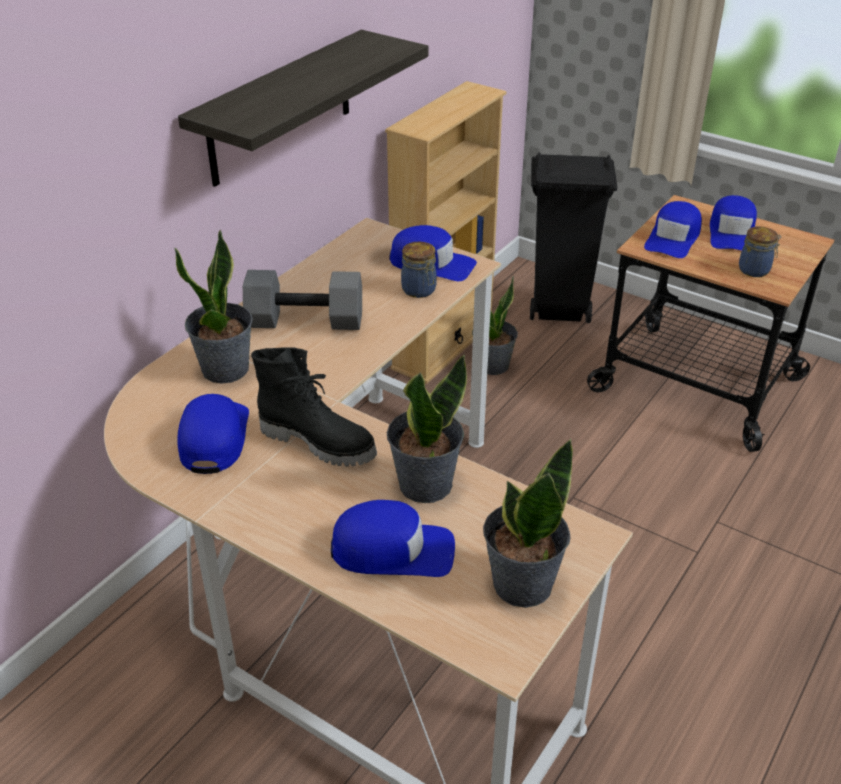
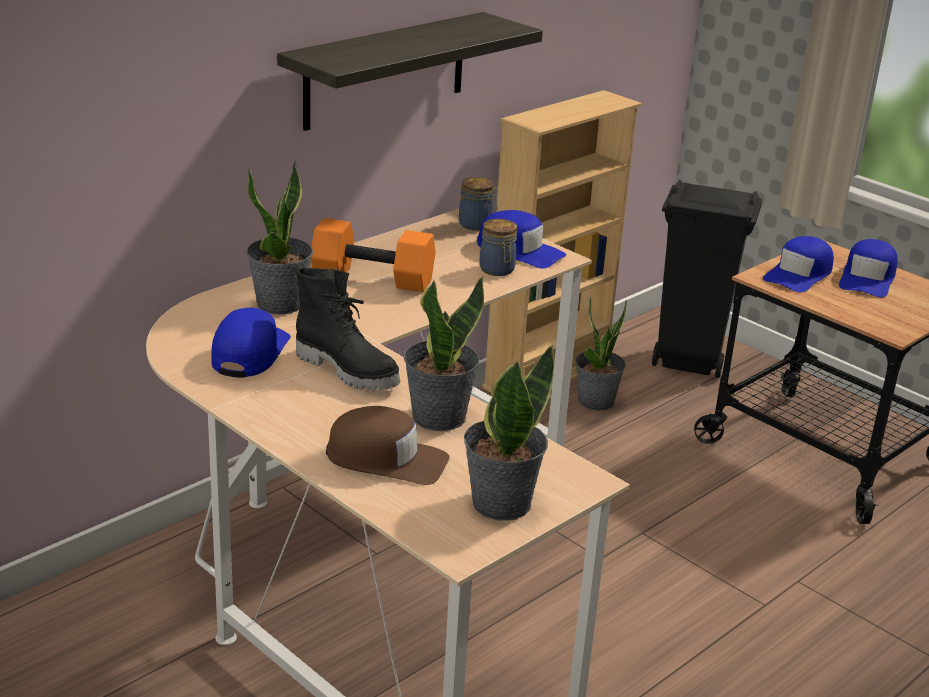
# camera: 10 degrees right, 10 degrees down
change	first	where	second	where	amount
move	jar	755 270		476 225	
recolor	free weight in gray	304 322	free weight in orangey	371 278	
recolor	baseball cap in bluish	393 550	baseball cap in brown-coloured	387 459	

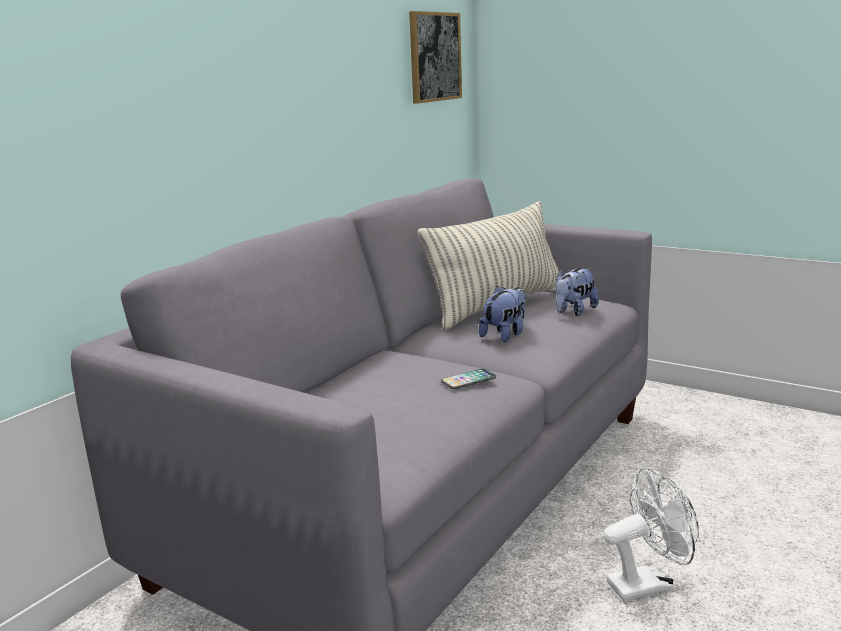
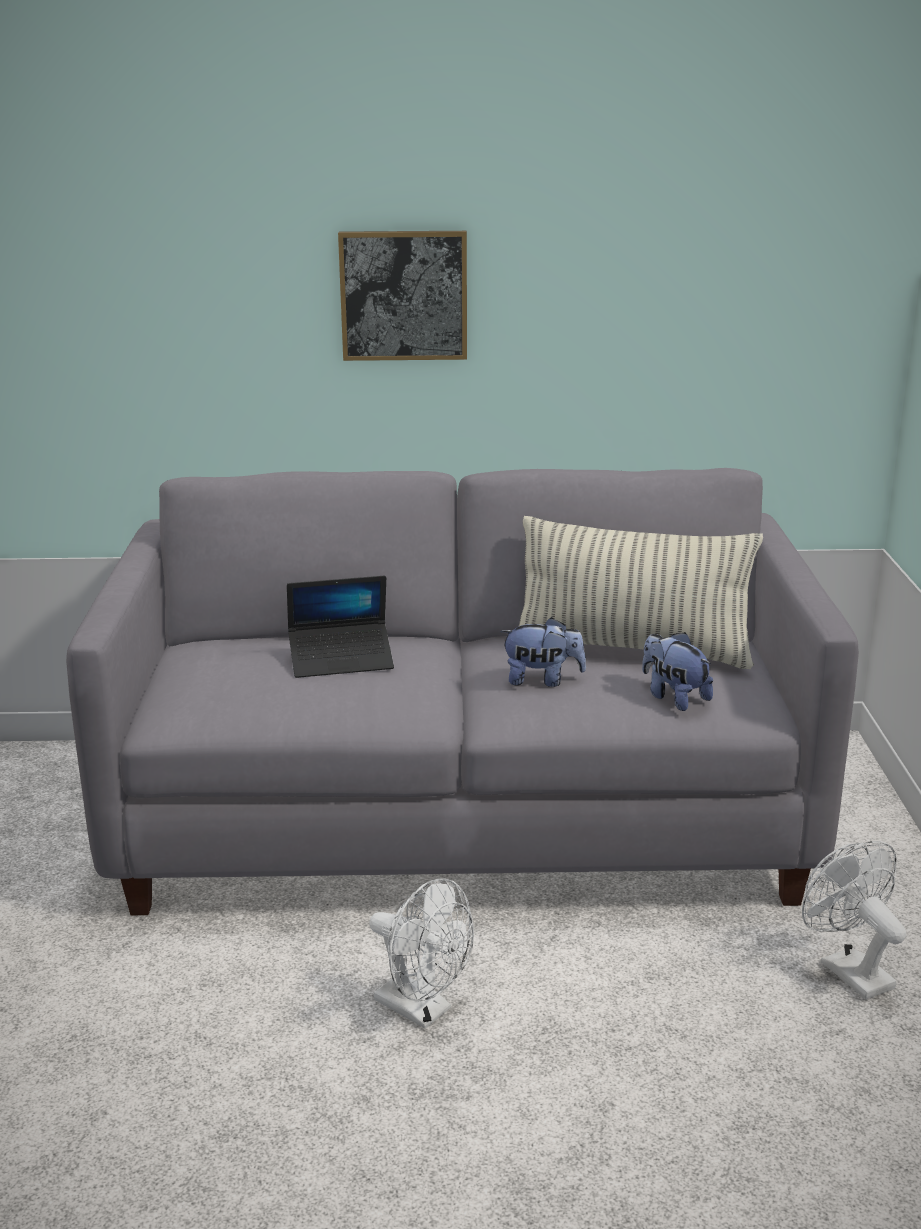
# camera: 55 degrees right, 5 degrees up
change	first	where	second	where	amount
move	picture	434 57		404 295	
rotate	cuddly toy	574 311		673 697	45 degrees clockwise
delete	phone	468 380			
insert			portable computer	341 660	
insert			electric fan in white	848 969	

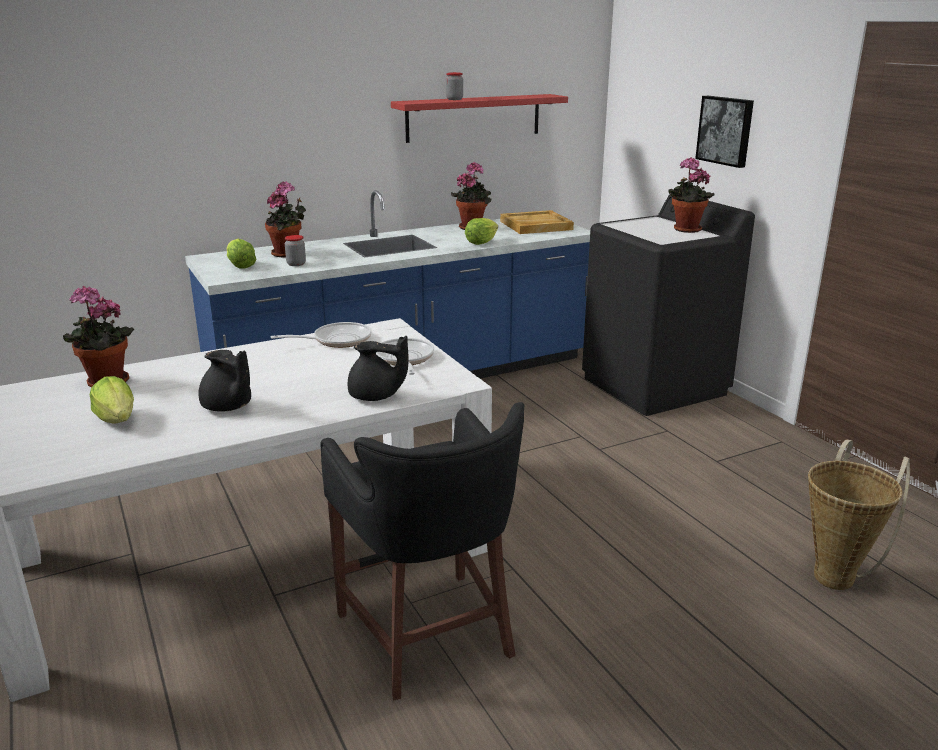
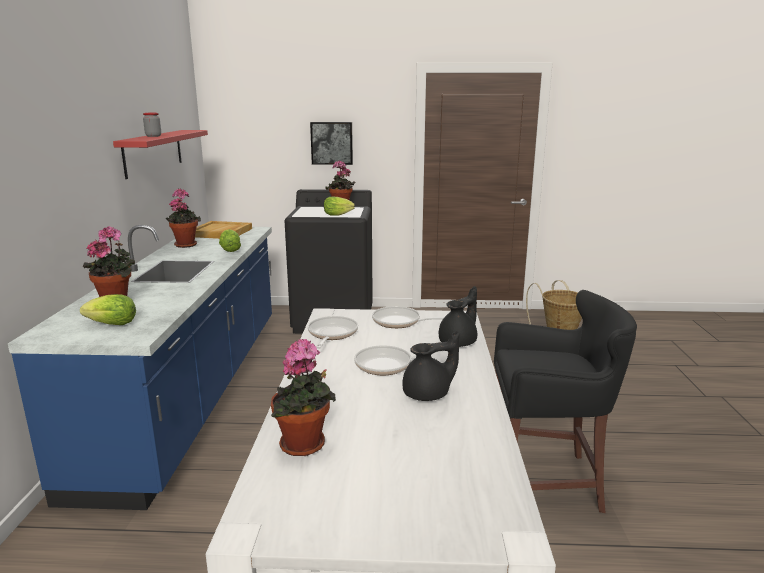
# camera: 60 degrees left, 5 degrees down
change	first	where	second	where	amount
delete	jar	296 264			
move	lettuce	117 419		337 215	
insert			skillet	389 365	

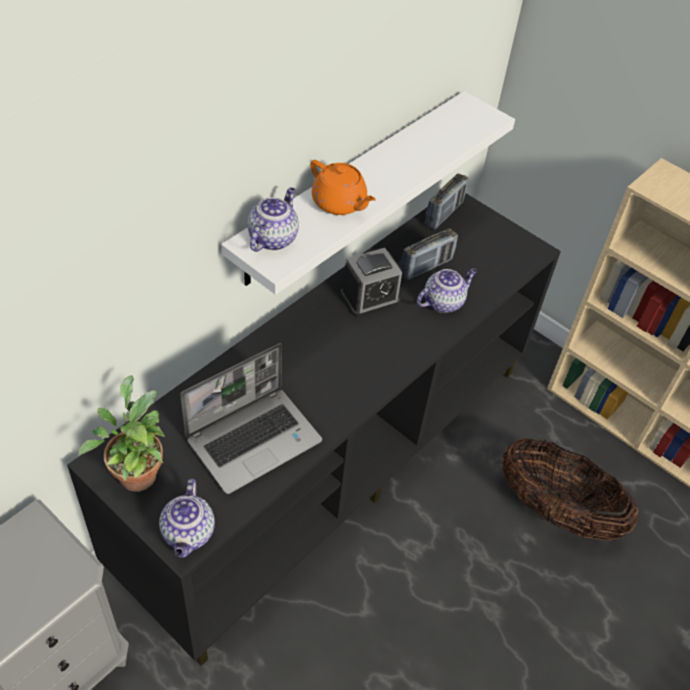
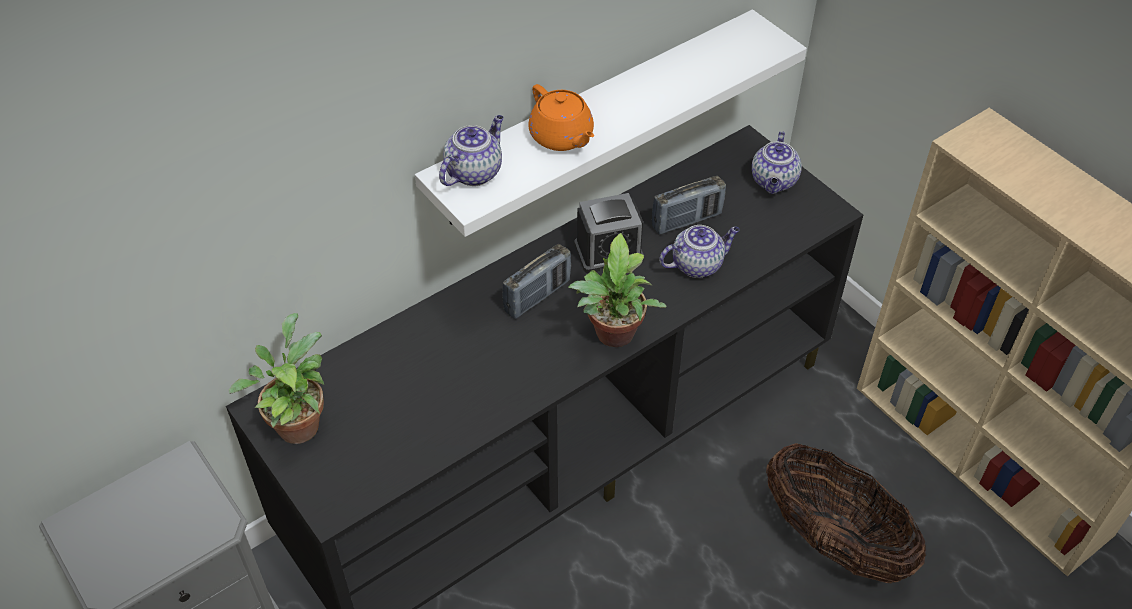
# camera: 15 degrees right, 0 degrees up
change	first	where	second	where	amount
move	radio	444 214		537 296	
delete	portable computer	254 439			
move	pot for tea	189 534		774 182	
insert			plant in a pot	614 337	

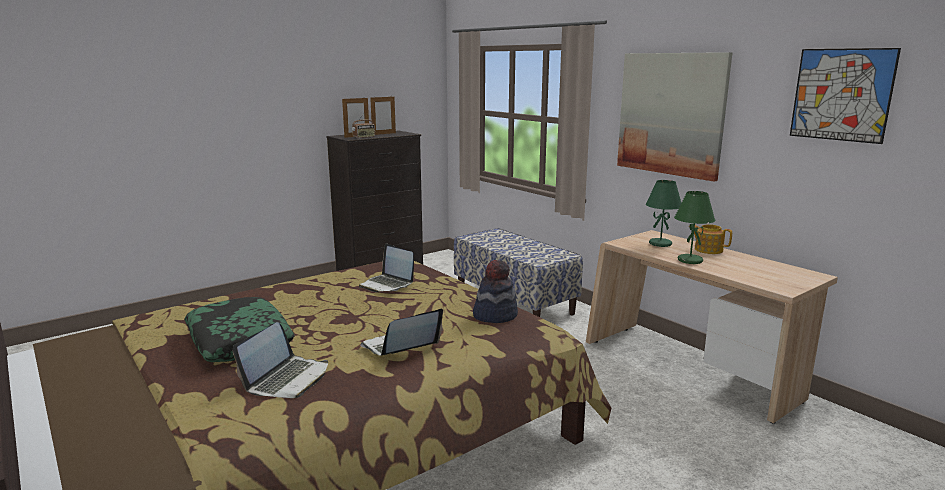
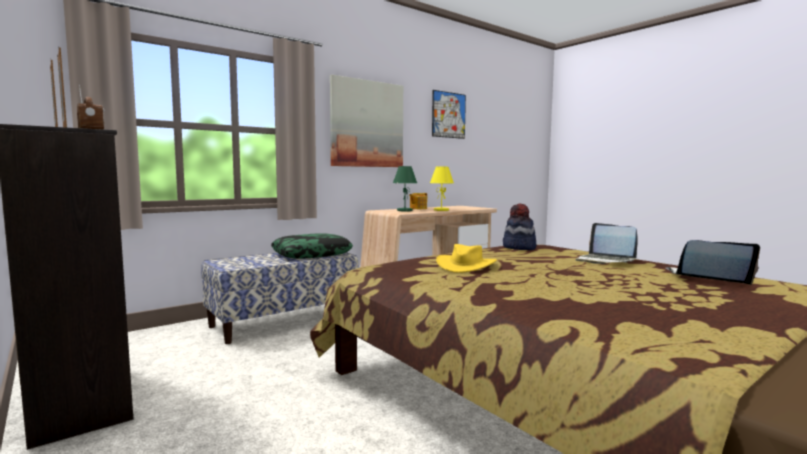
# camera: 90 degrees left, 10 degrees down
change	first	where	second	where	amount
recolor	tabletop lamp in green-coloured	689 260	tabletop lamp in yellowish	441 210	
replace	portable computer	387 285	wearable hat in yellowish	465 265	
move	cushion	238 340		312 254	

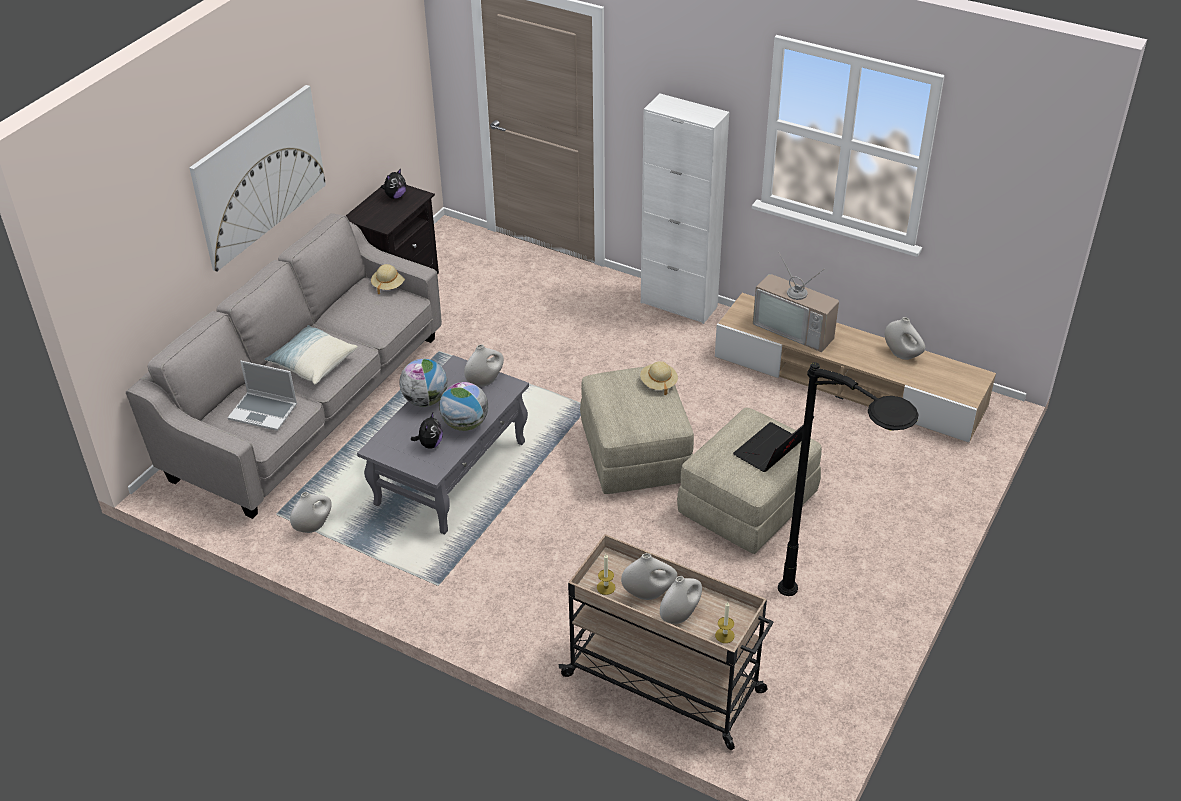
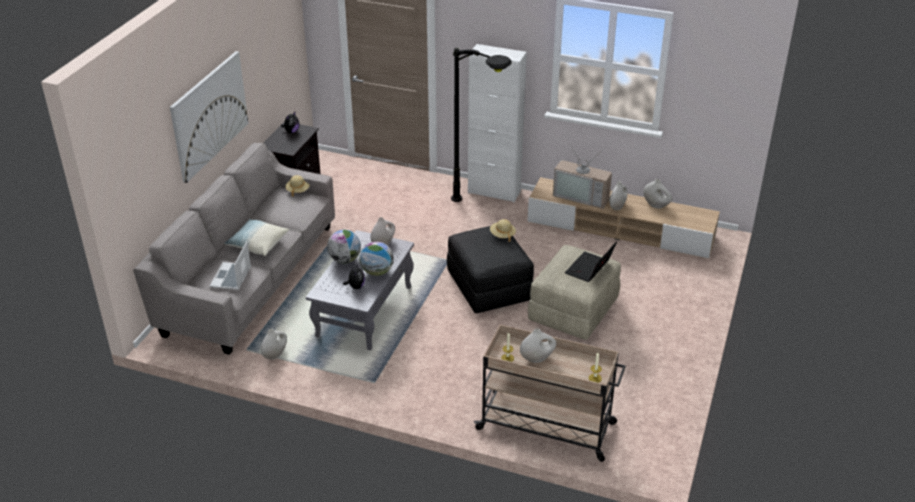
# camera: 10 degrees left, 5 degrees down
change	first	where	second	where	amount
rotate	portable computer	264 412		231 278	90 degrees clockwise
move	standard lamp in black-coloured	833 627		483 212	
recolor	footrest in beige-coloured	636 454	footrest in black-coloured	490 287	
move	decorative vase in white	680 615		617 206	

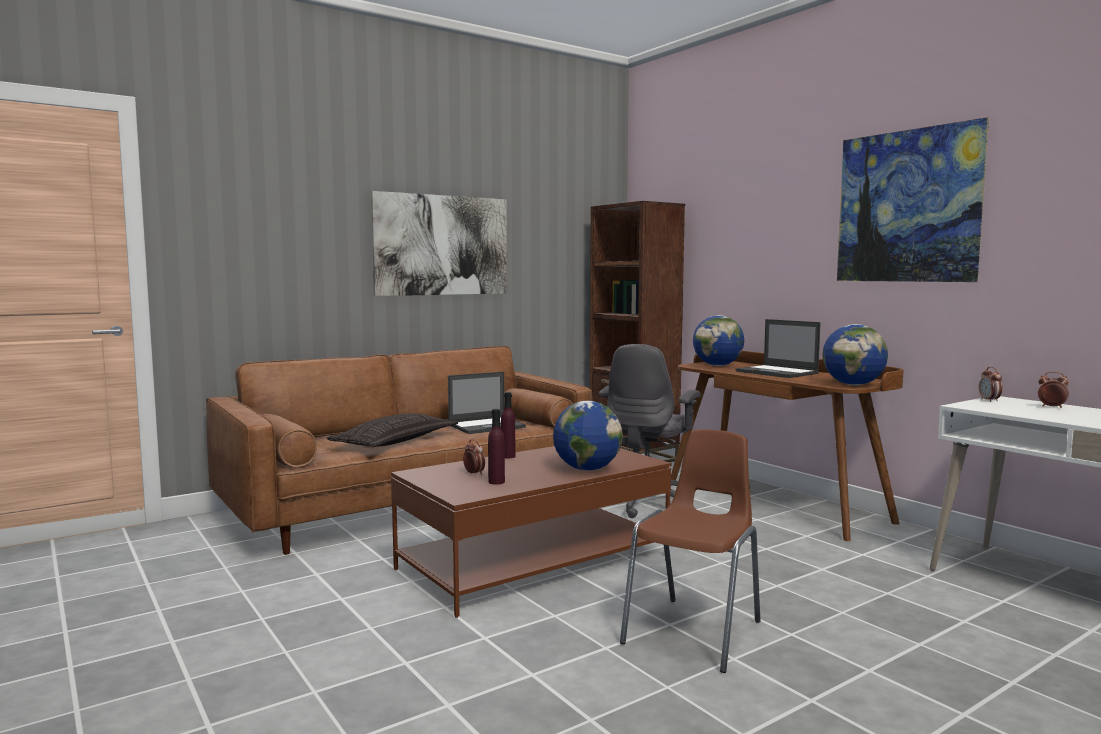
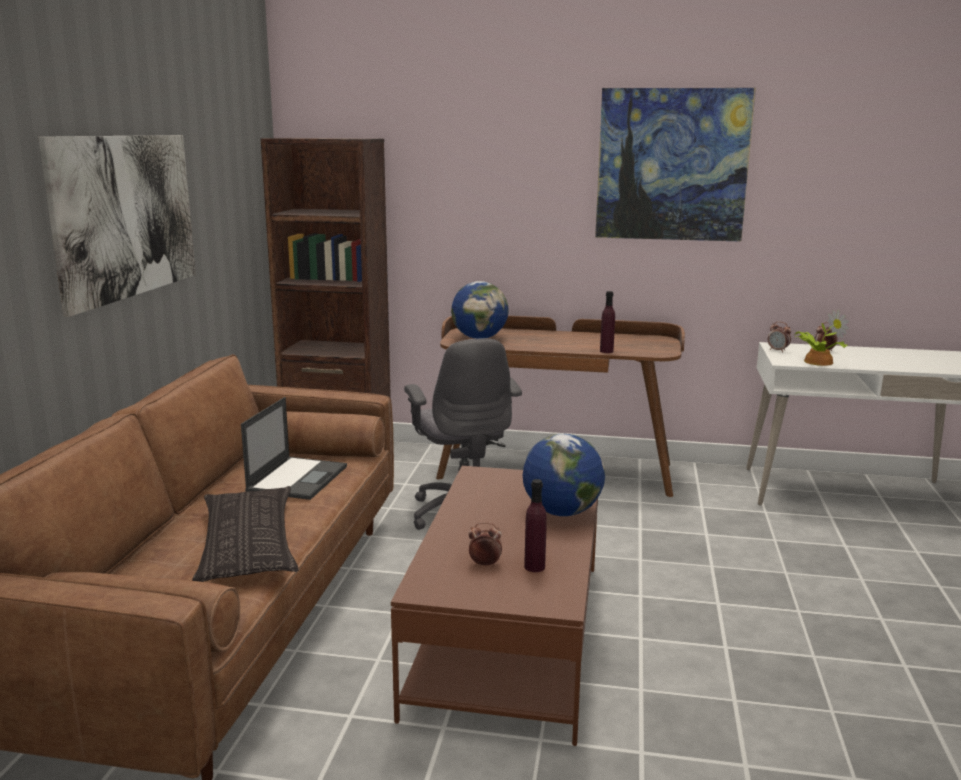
# camera: 45 degrees left, 10 degrees up
change	first	where	second	where	amount
delete	portable computer	777 372			
delete	desk globe	853 384			
move	drink bottle in purple	508 456		606 351	
delete	upright chair in brown-coloured	695 632			
insert			plant in a pot	816 361	

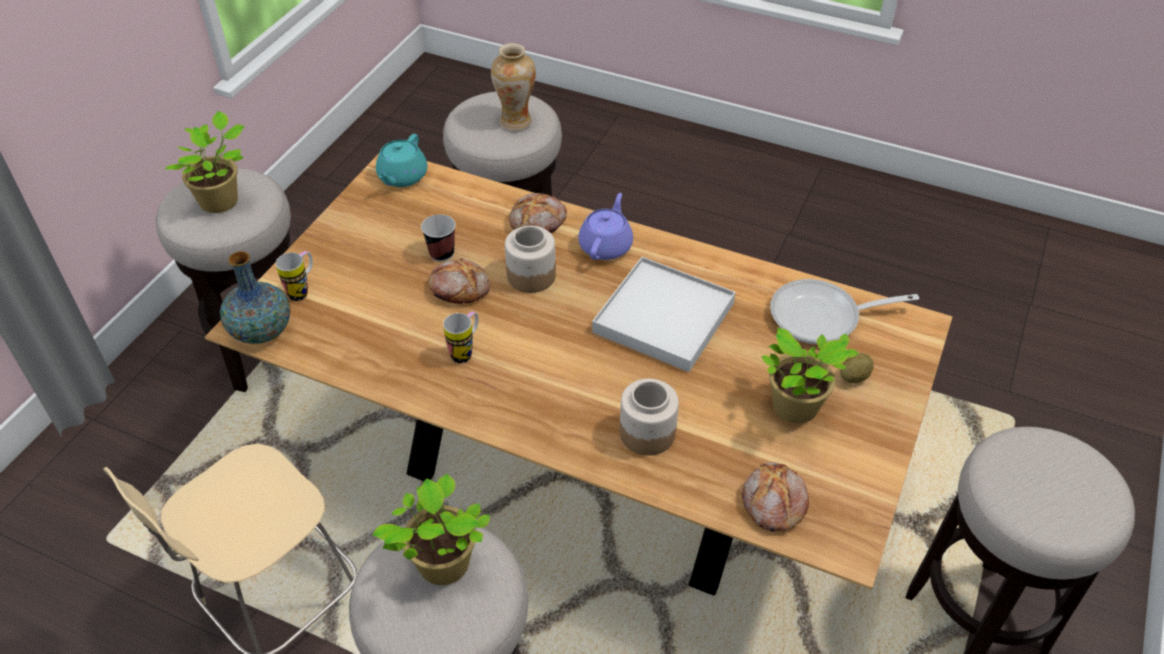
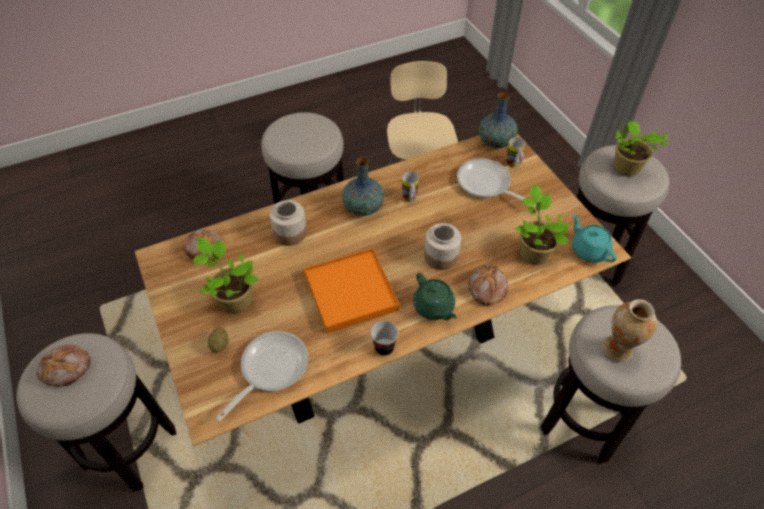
# camera: 130 degrees right, 5 degrees up
change	first	where	second	where	amount
recolor	pot for tea in purple	606 245	pot for tea in green-coloured	434 307	
move	small cup	442 253		384 347	
recolor	serving tray in white	663 318	serving tray in orangey	351 292	
move	bakery bread	459 288		67 369	
move	plant in a pot	441 567		533 252	
insert			decorative vase	363 208	
insert			skillet	487 185	

